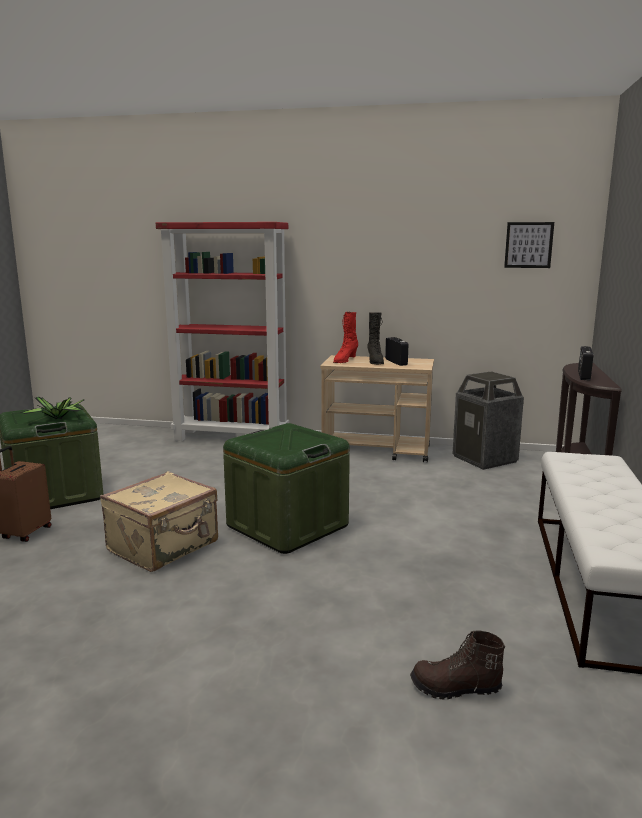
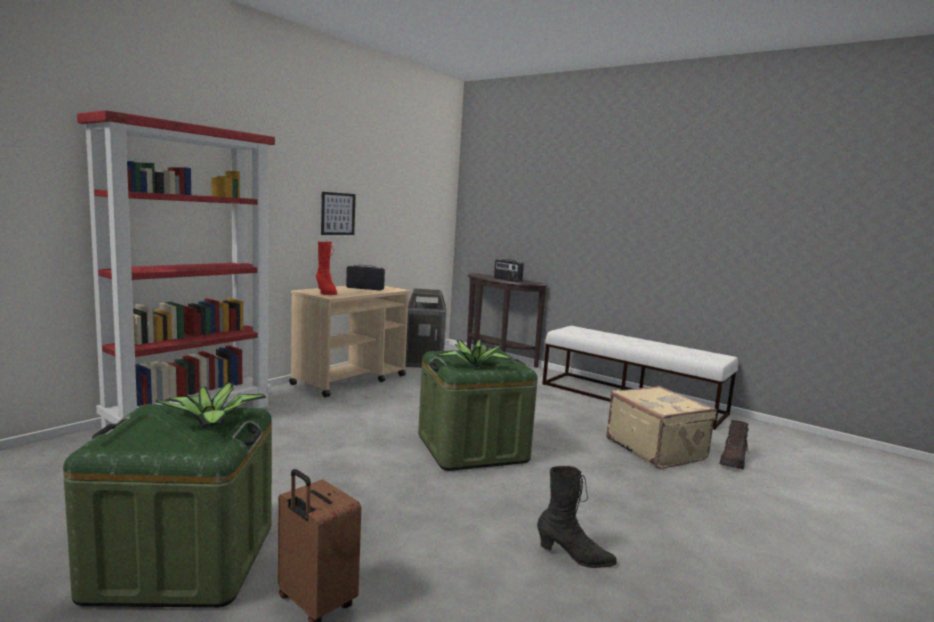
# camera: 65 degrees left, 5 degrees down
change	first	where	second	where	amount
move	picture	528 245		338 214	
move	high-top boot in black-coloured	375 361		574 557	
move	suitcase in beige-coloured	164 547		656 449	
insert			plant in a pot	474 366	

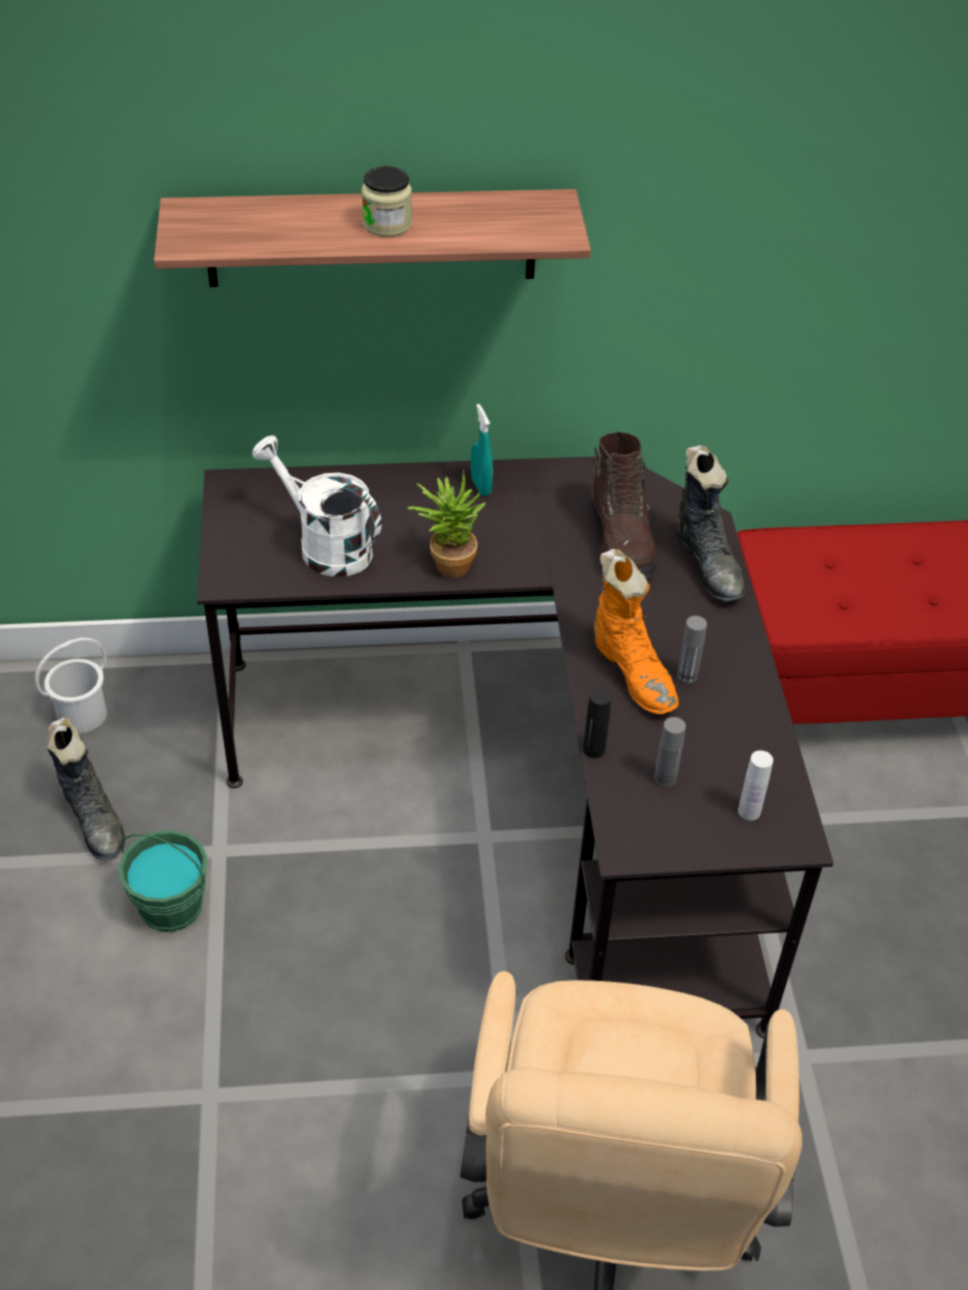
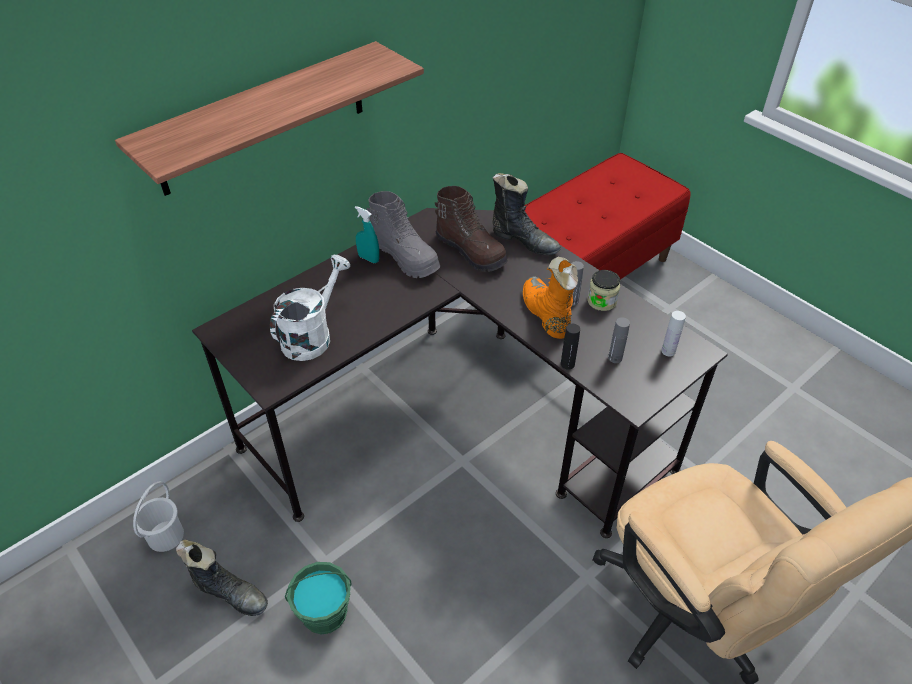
# camera: 35 degrees left, 0 degrees up
change	first	where	second	where	amount
move	jar	387 224		601 301	
rotate	watering can in white	325 545		312 335	120 degrees clockwise
delete	plant in a pot	447 563			
rotate	high-top boot in orangey	633 672		545 313	135 degrees counterclockwise
insert			high-top boot in gray	405 257	

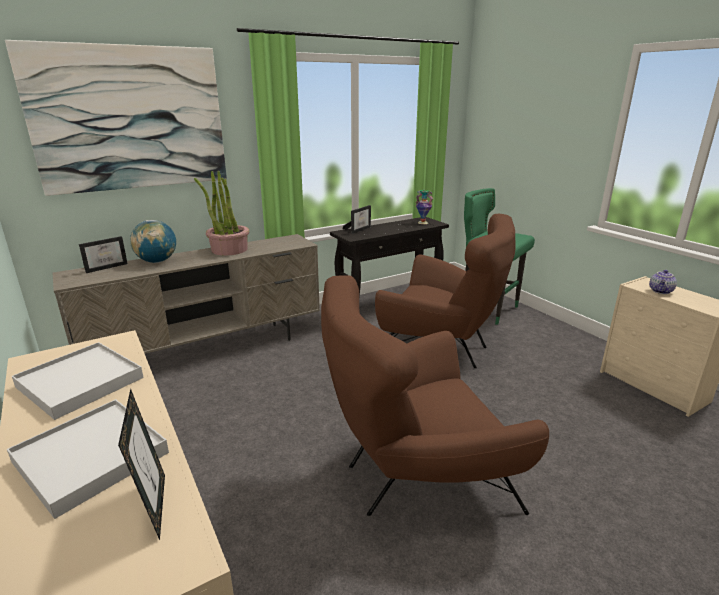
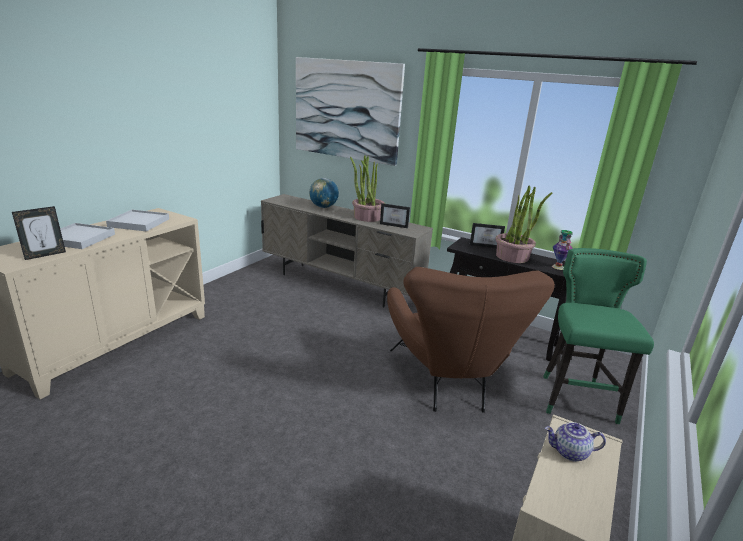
# camera: 60 degrees right, 0 degrees up
change	first	where	second	where	amount
move	picture frame	106 267		395 225	
delete	lounge chair in brown-coloured	414 476			
insert			plant in a pot	512 257	

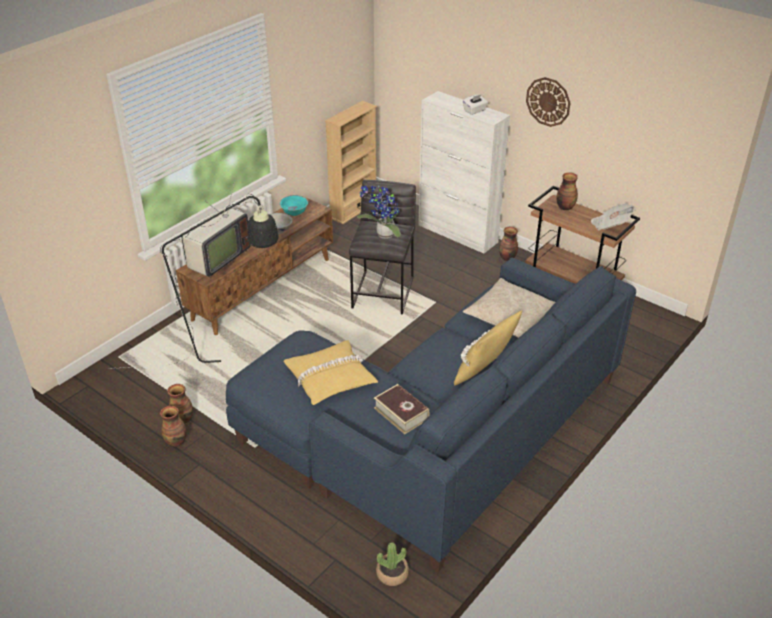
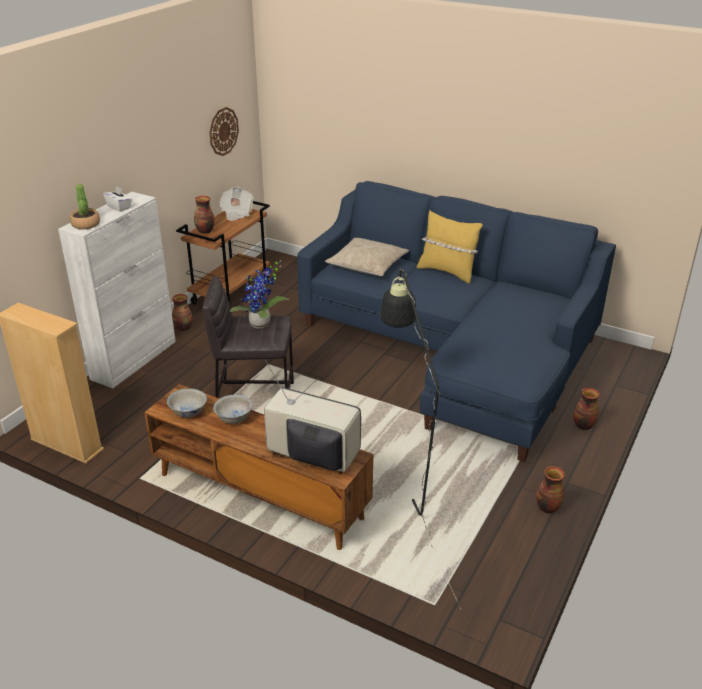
# camera: 100 degrees left, 5 degrees down
change	first	where	second	where	amount
move	hanging clock	548 101		223 131	
recolor	serving bowl in blue-green	294 212	serving bowl in white	188 411	
delete	cushion in yellowish	330 378			
move	decorative vase	182 418		583 425	
delete	book	401 413			
move	plant in a pot	392 573		85 224	

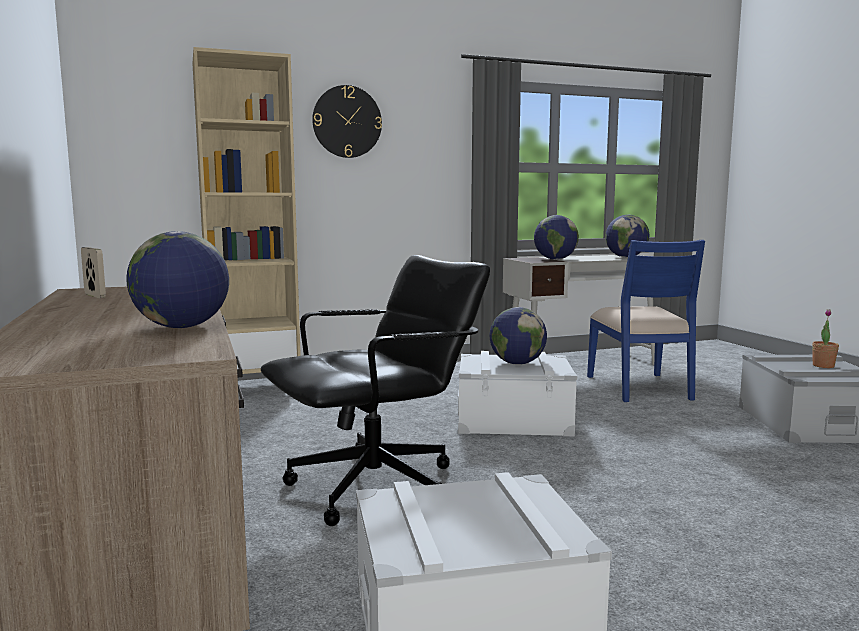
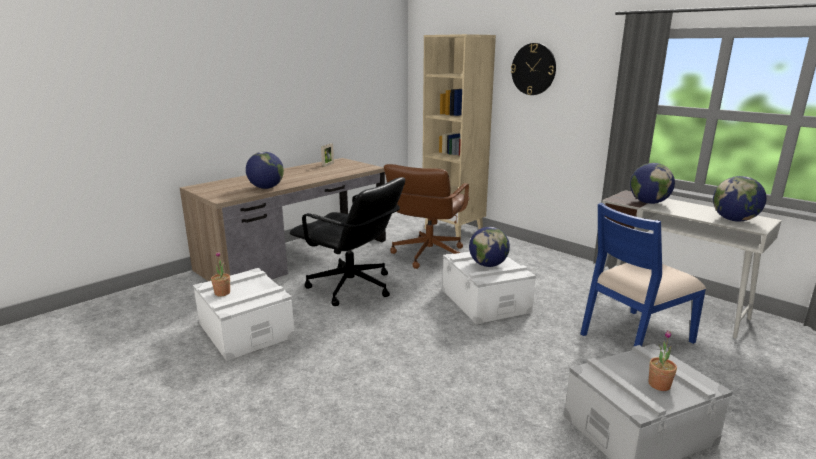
# camera: 65 degrees right, 10 degrees up
change	first	where	second	where	amount
insert			desk chair in brown-coloured	428 255	
insert			plant in a pot	222 293	

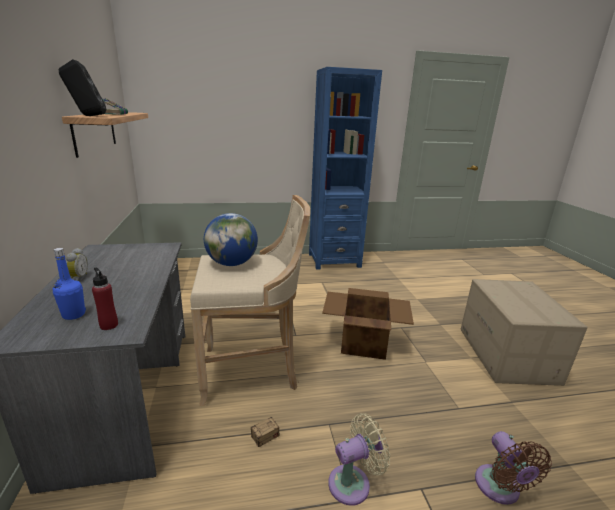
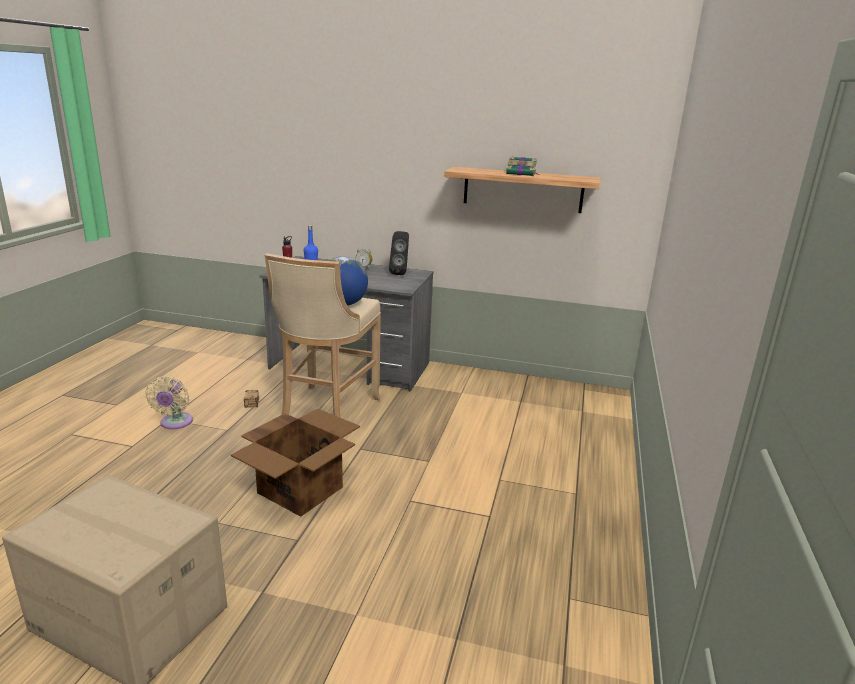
# camera: 115 degrees right, 0 degrees up
change	first	where	second	where	amount
move	speaker in black-coloured	87 116		400 273	
delete	bookcase in bluish	334 260			
delete	electric fan in brown-coloured	499 489			

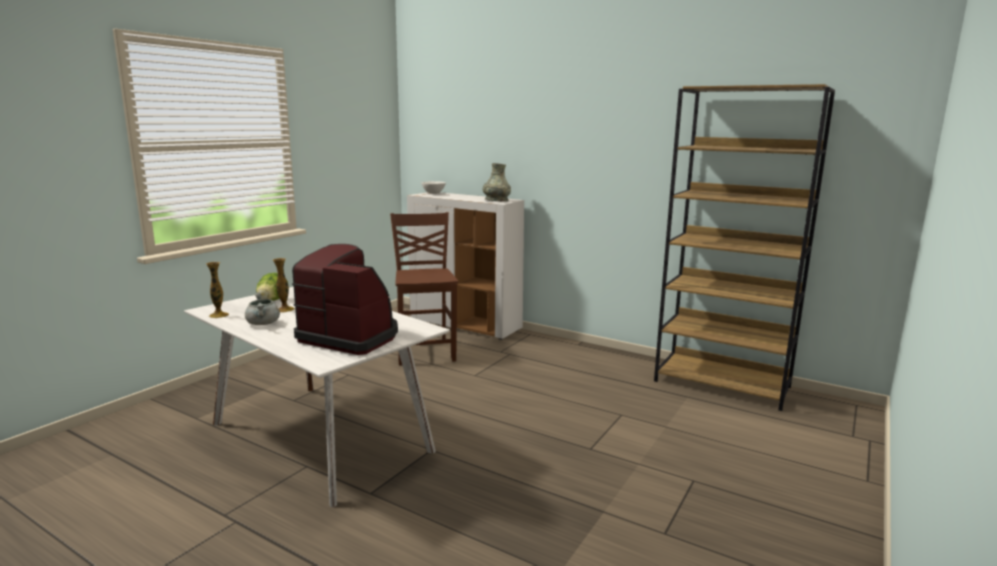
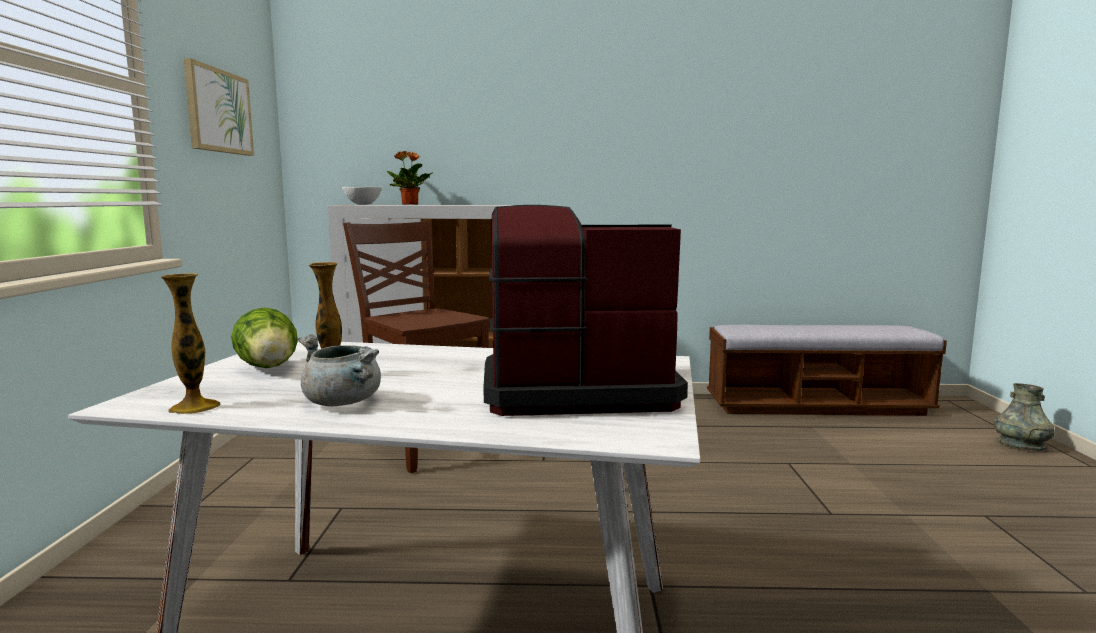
# camera: 30 degrees left, 5 degrees down
change	first	where	second	where	amount
replace	bookcase in brown-coloured	722 384	bench	817 406	
move	decorative vase in gray	496 200		1021 445	
insert			picture	218 111	
insert			plant in a pot	410 204	

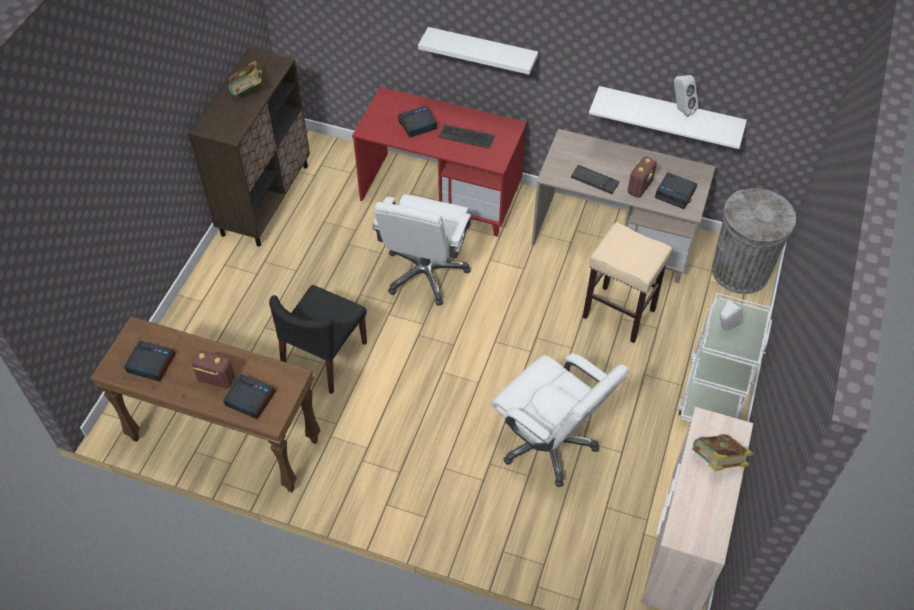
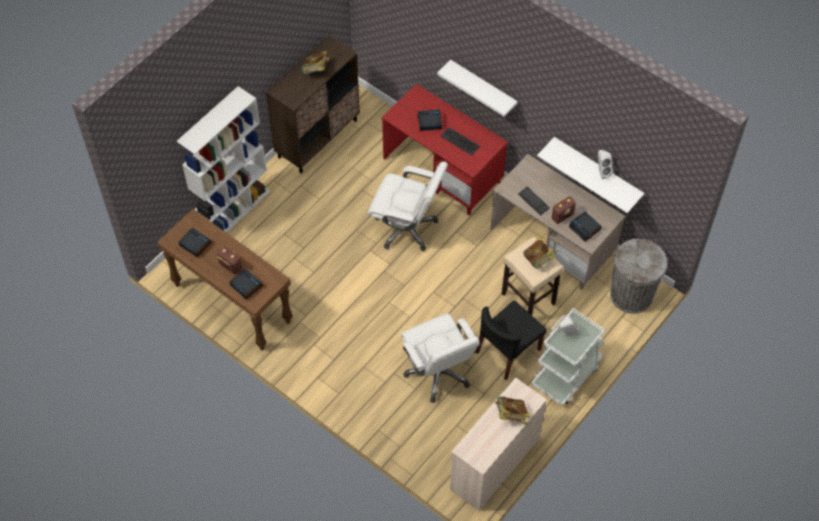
# camera: 20 degrees right, 5 degrees up
change	first	where	second	where	amount
rotate	desk chair in white	425 273		407 228	105 degrees counterclockwise
move	upright chair in black-coloured	324 357		508 351	
insert			bookcase in white	234 211	
insert			book	538 260	

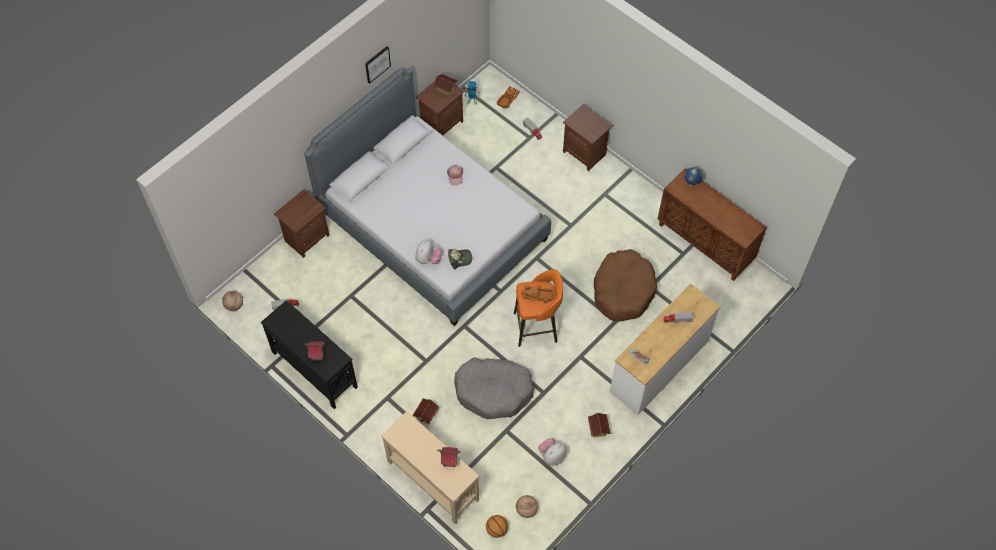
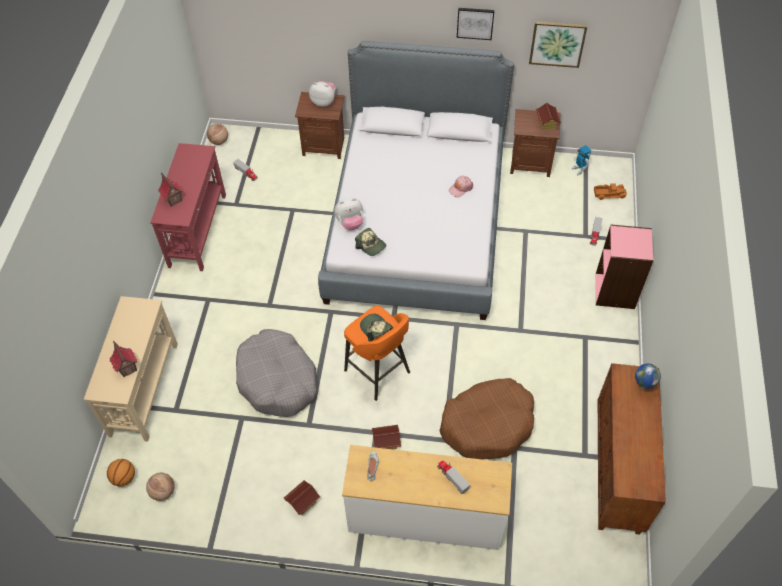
# camera: 55 degrees right, 5 degrees down
change	first	where	second	where	amount
replace	night table in brown-coloured	585 153	bookcase in pink-coloured	615 291	
replace	toy truck	537 296	baseball cap	375 329	
recolor	narrow table in black-coloured	314 369	narrow table in red	198 229	
move	miniature house	426 415		386 443	
move	cuddly toy	552 456		323 101	
insert			picture	557 43	

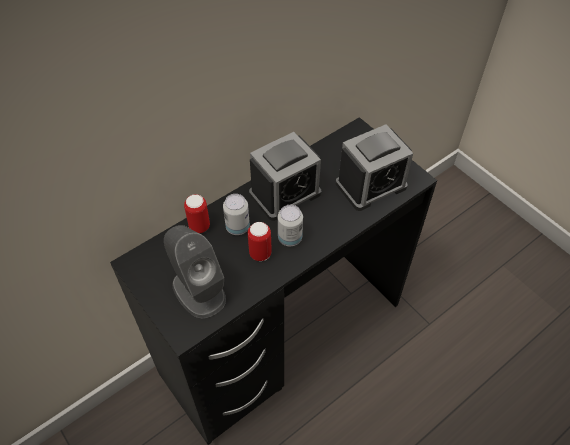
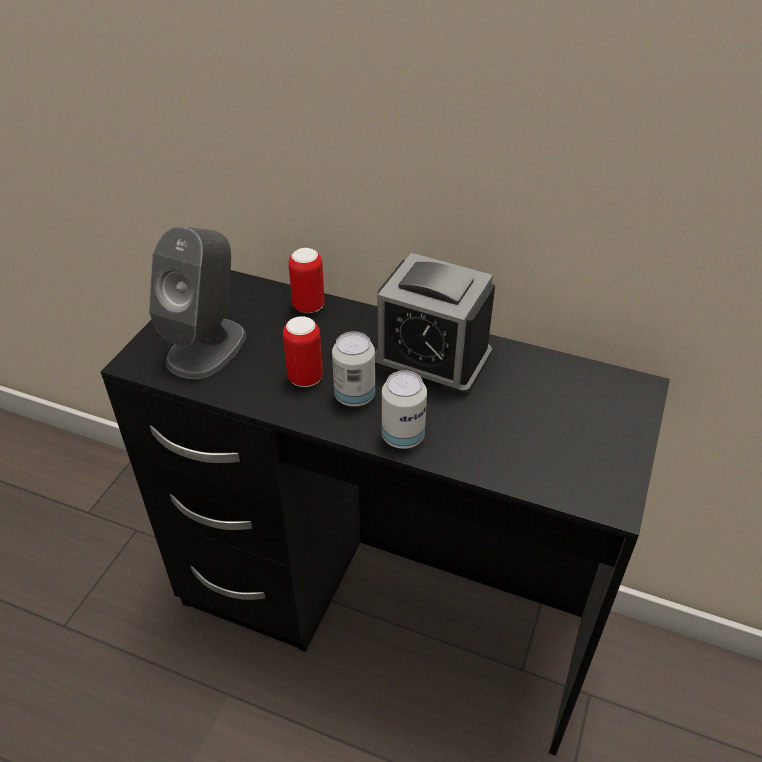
# camera: 60 degrees right, 10 degrees down
change	first	where	second	where	amount
delete	table clock	371 185			
move	sealed can	237 227		403 436	

